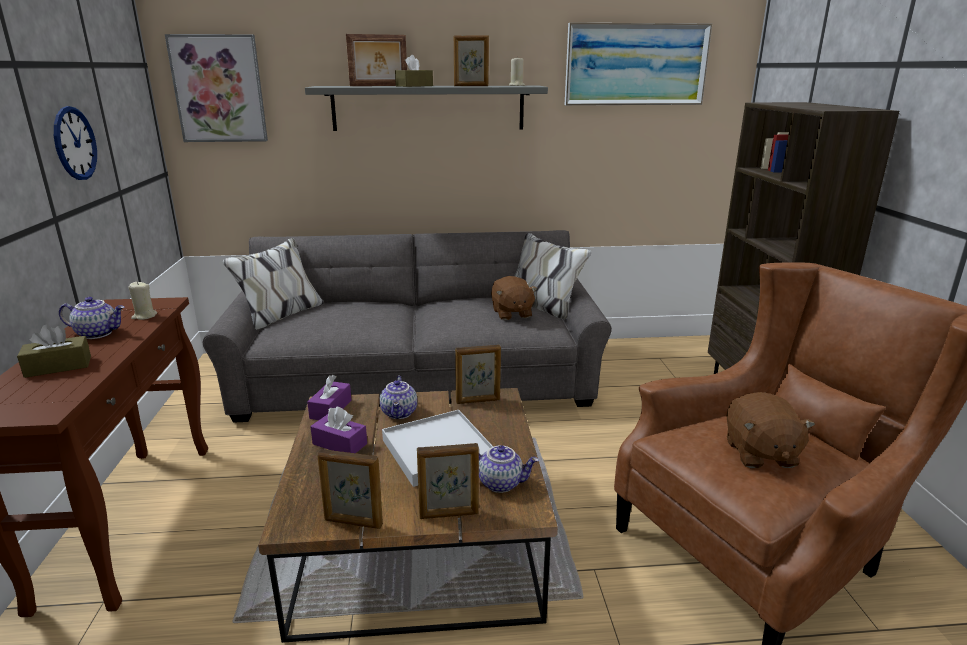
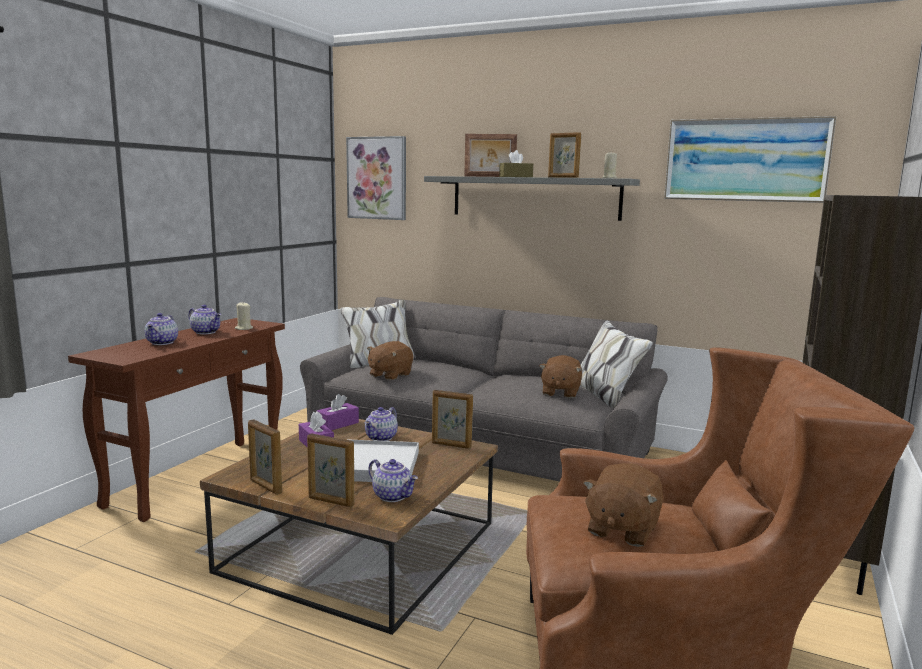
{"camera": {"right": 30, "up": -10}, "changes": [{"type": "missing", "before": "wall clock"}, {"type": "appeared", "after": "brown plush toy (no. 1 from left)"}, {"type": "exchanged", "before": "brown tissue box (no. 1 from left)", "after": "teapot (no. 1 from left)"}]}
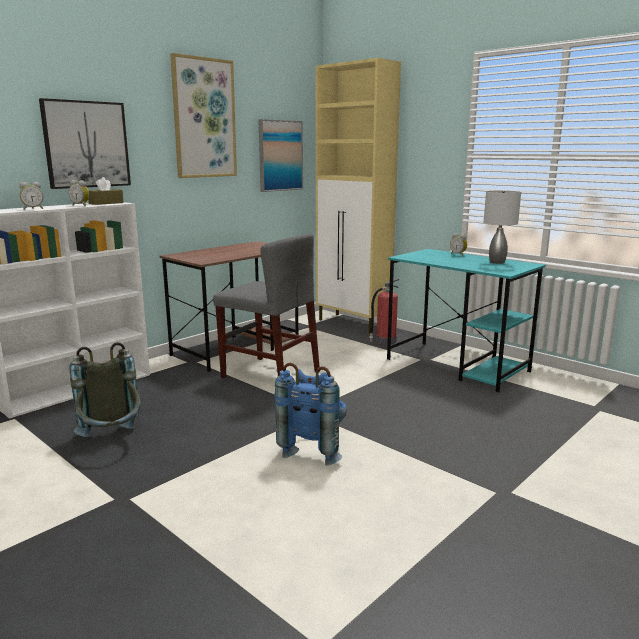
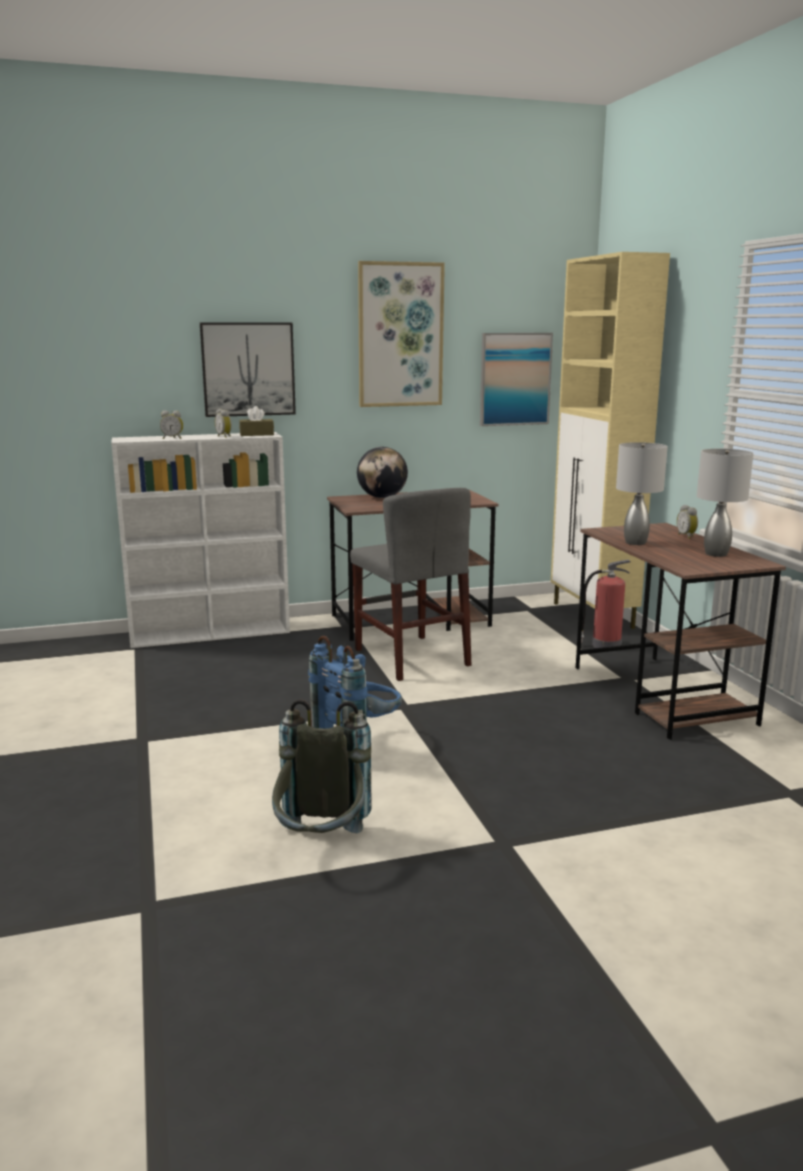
{"camera": {"right": 30, "up": 0}, "changes": [{"type": "appeared", "after": "globe"}, {"type": "appeared", "after": "grey table lamp (no. 1 from left)"}, {"type": "relocated", "before": "grey backpack"}, {"type": "colour", "before": "turquoise desk", "after": "brown desk (no. 2 from left)"}]}
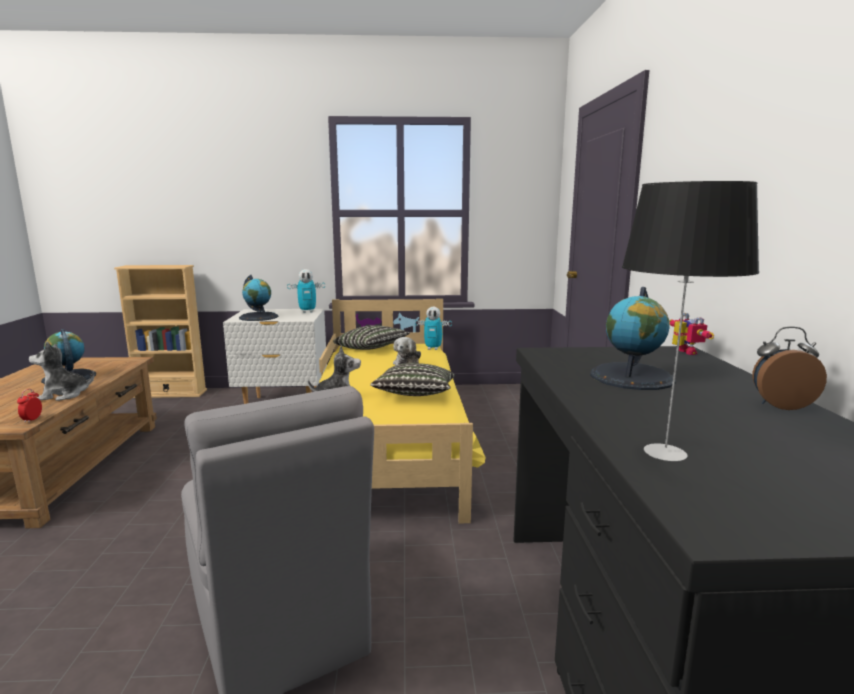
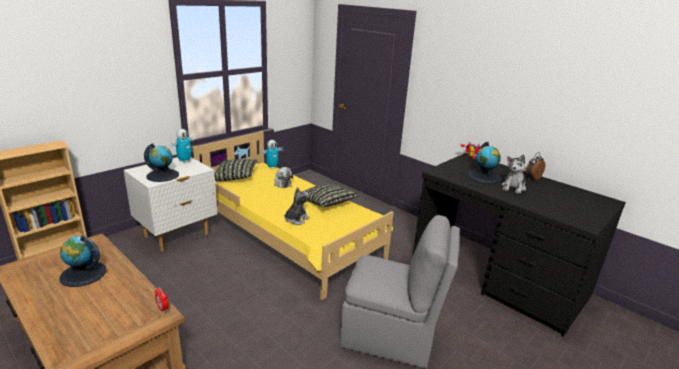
{"camera": {"right": -45, "up": 10}, "changes": [{"type": "missing", "before": "table lamp"}, {"type": "relocated", "before": "plush toy (no. 1 from left in the first image)", "after": "plush toy (no. 3 from left)"}]}
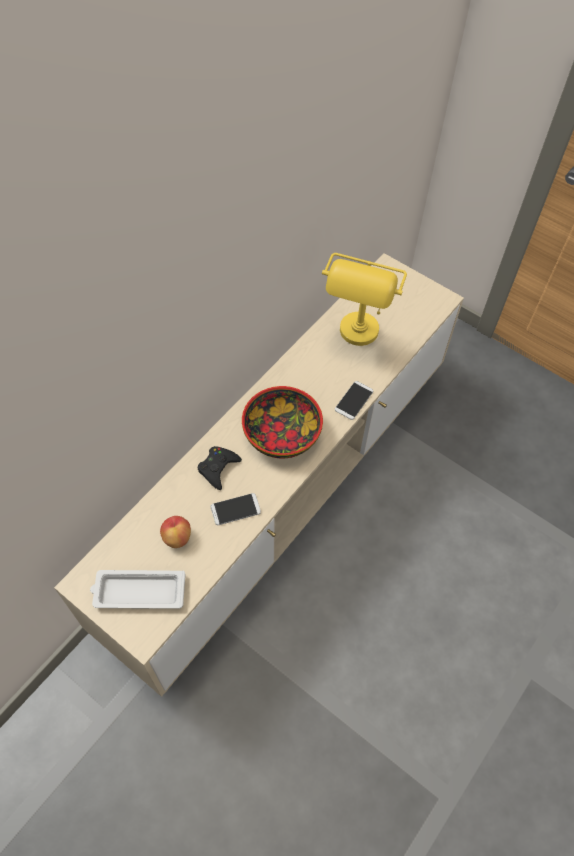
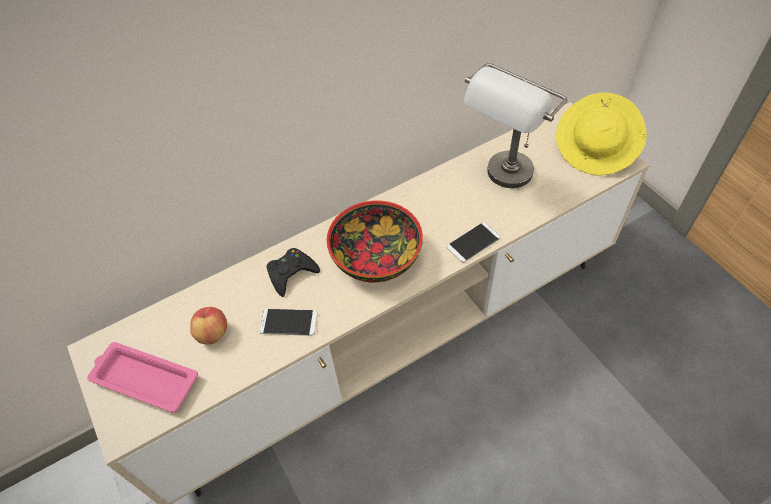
{"camera": {"right": 25, "up": -5}, "changes": [{"type": "appeared", "after": "yellow hat"}, {"type": "colour", "before": "white tray", "after": "pink tray"}, {"type": "colour", "before": "yellow table lamp", "after": "grey table lamp"}]}
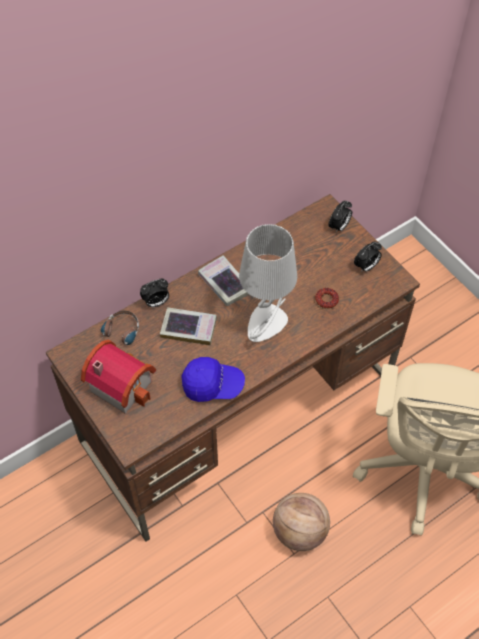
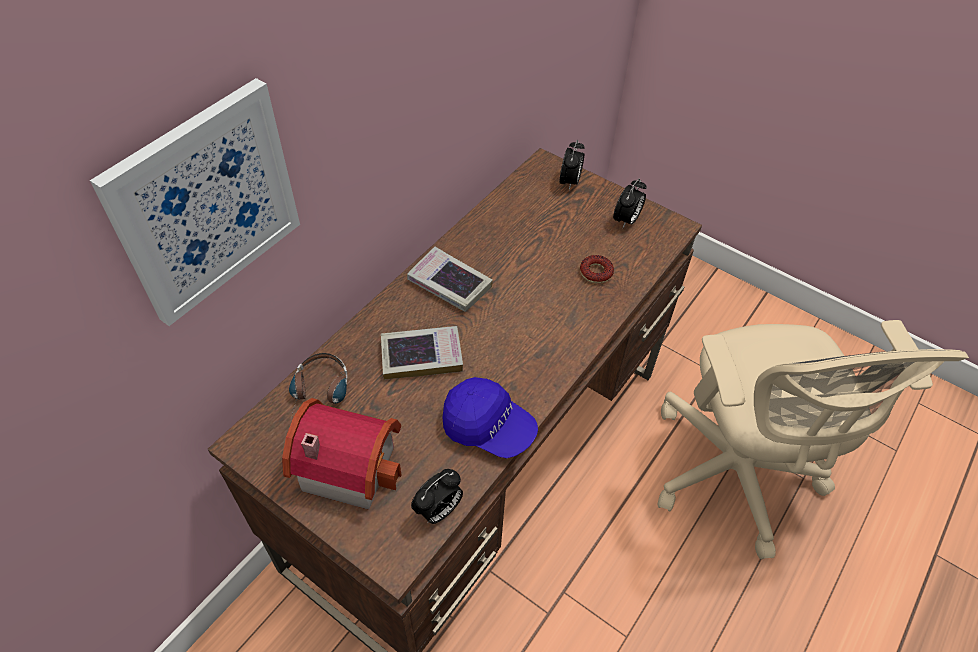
{"camera": {"right": -20, "up": -5}, "changes": [{"type": "missing", "before": "grey table lamp"}, {"type": "missing", "before": "basketball"}, {"type": "appeared", "after": "picture"}, {"type": "relocated", "before": "alarm clock (no. 1 from left)"}, {"type": "spun", "before": "blue cap", "turn": 45}]}
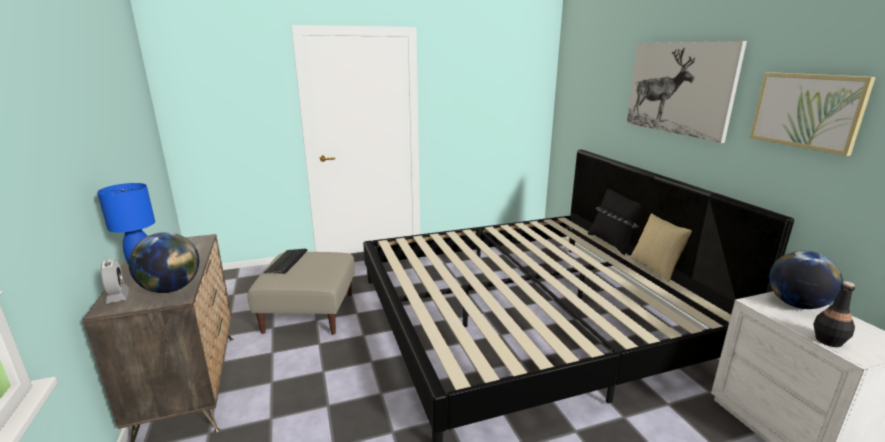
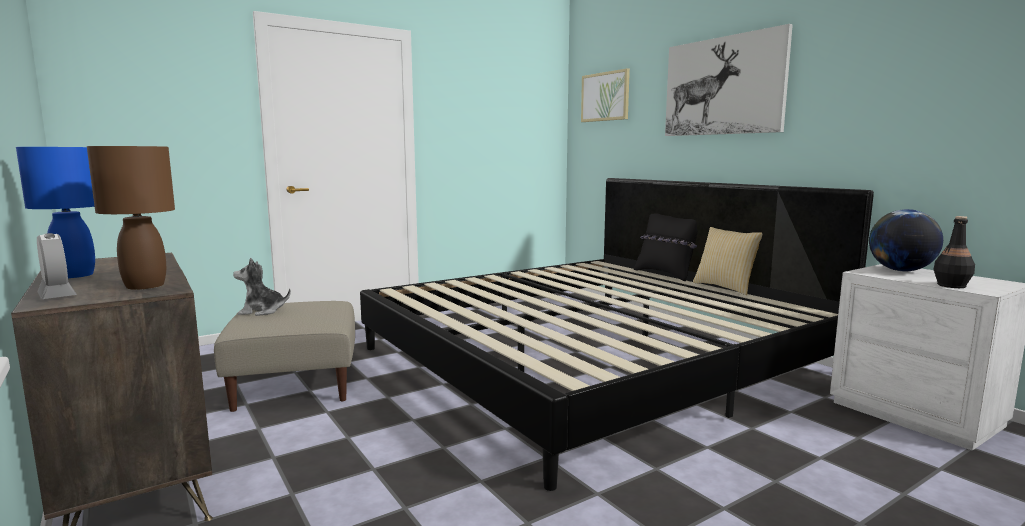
{"camera": {"right": -15, "up": -10}, "changes": [{"type": "relocated", "before": "picture (no. 2 from left in the first image)", "after": "picture (no. 1 from left)"}, {"type": "exchanged", "before": "globe (no. 1 from left)", "after": "brown table lamp"}, {"type": "exchanged", "before": "keyboard", "after": "plush toy"}]}
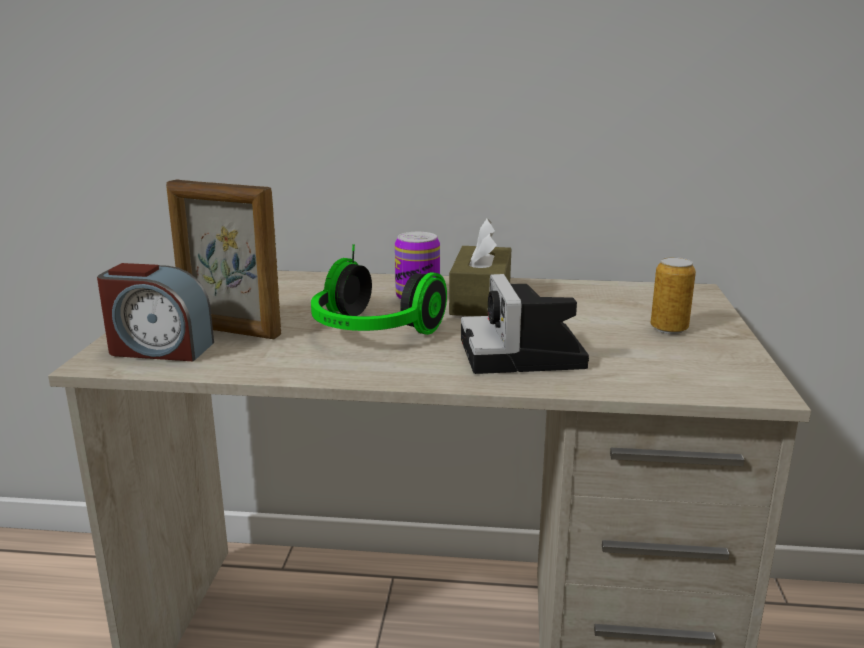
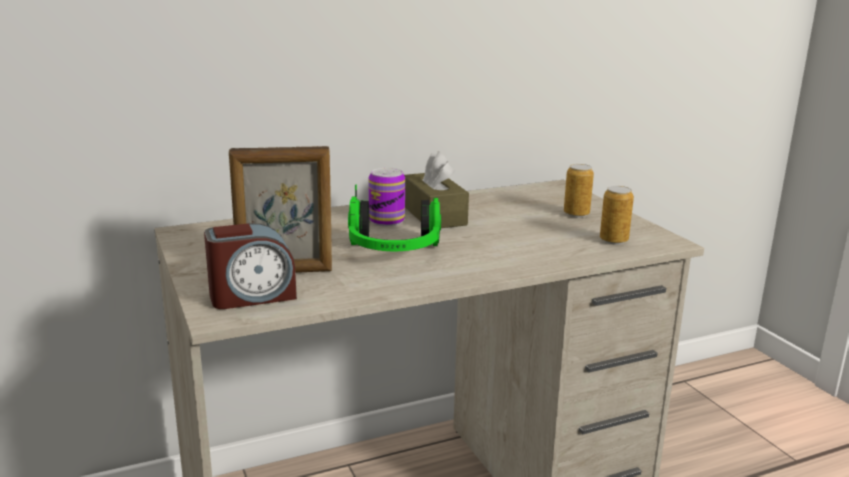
{"camera": {"right": -30, "up": 0}, "changes": [{"type": "missing", "before": "photo camera"}, {"type": "appeared", "after": "can (no. 3 from left)"}]}
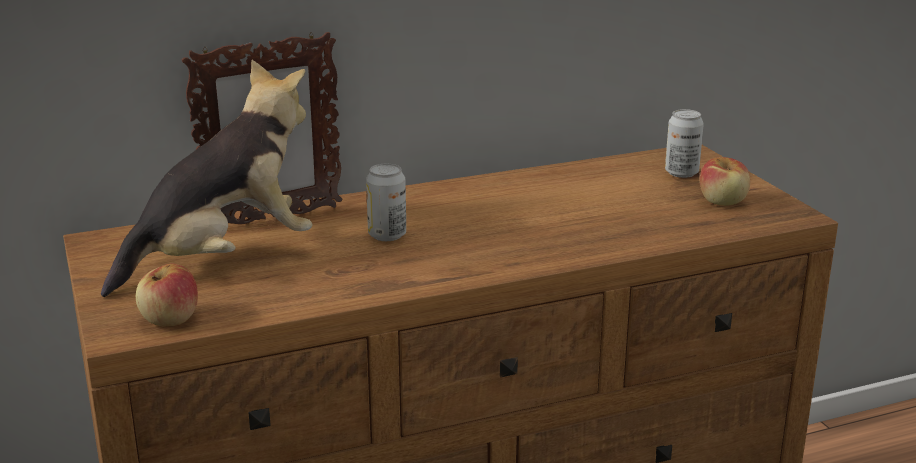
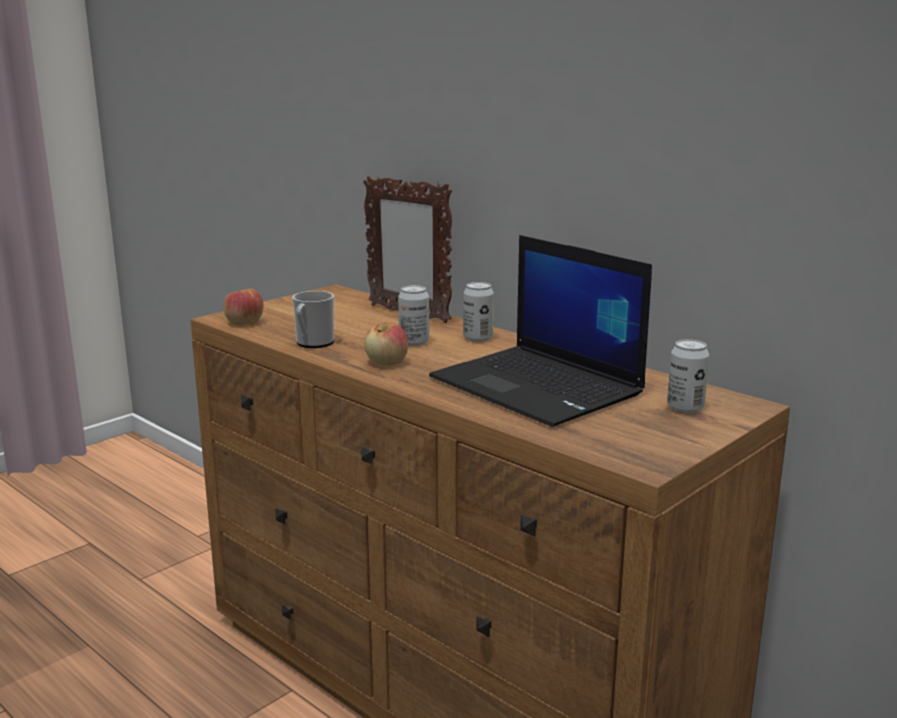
{"camera": {"right": 65, "up": -5}, "changes": [{"type": "missing", "before": "plush toy"}, {"type": "appeared", "after": "mug"}, {"type": "appeared", "after": "laptop"}, {"type": "appeared", "after": "can (no. 2 from left)"}, {"type": "relocated", "before": "apple (no. 2 from left)"}]}
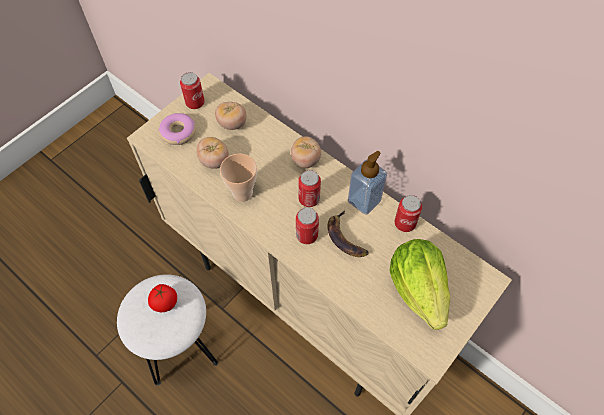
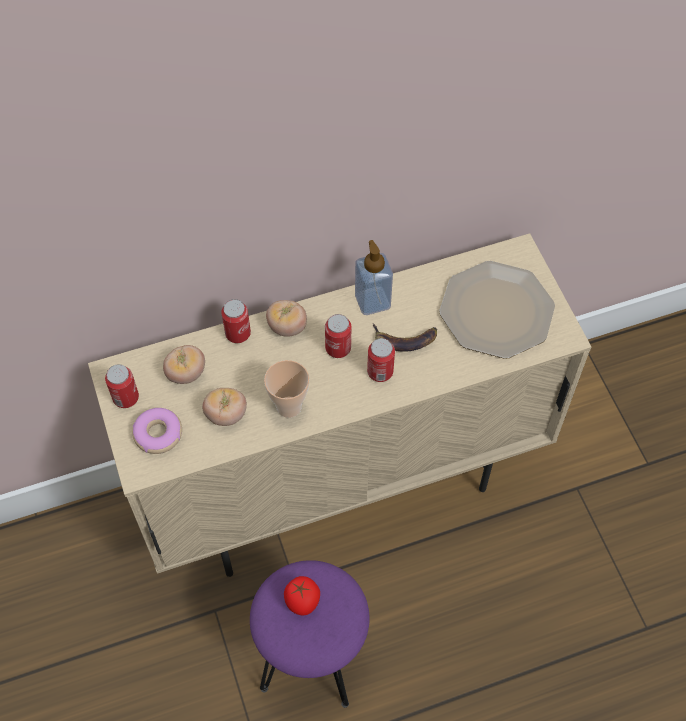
{"camera": {"right": -60, "up": 0}, "changes": [{"type": "relocated", "before": "can (no. 4 from left in the first image)", "after": "can (no. 2 from left)"}, {"type": "exchanged", "before": "lettuce", "after": "plate"}, {"type": "colour", "before": "white stool", "after": "purple stool"}]}
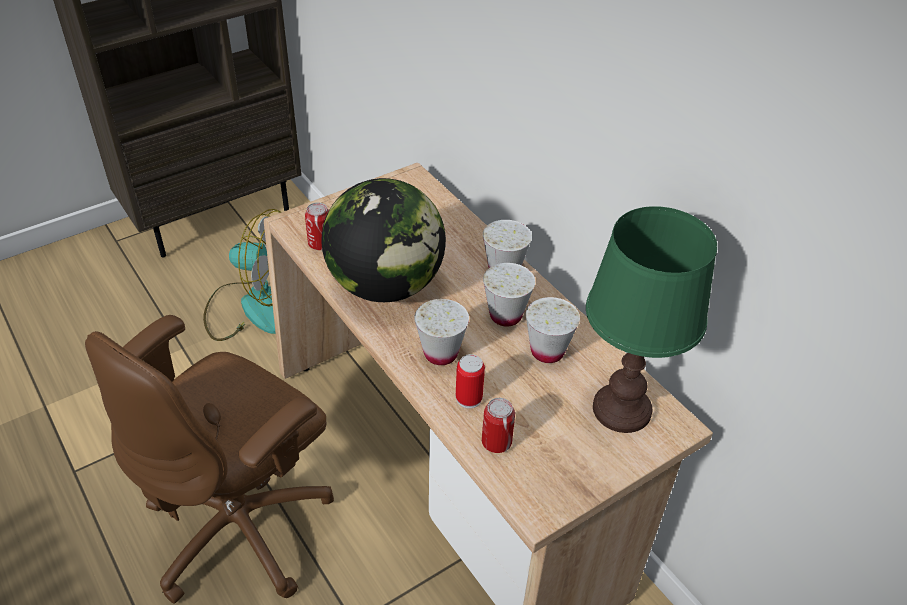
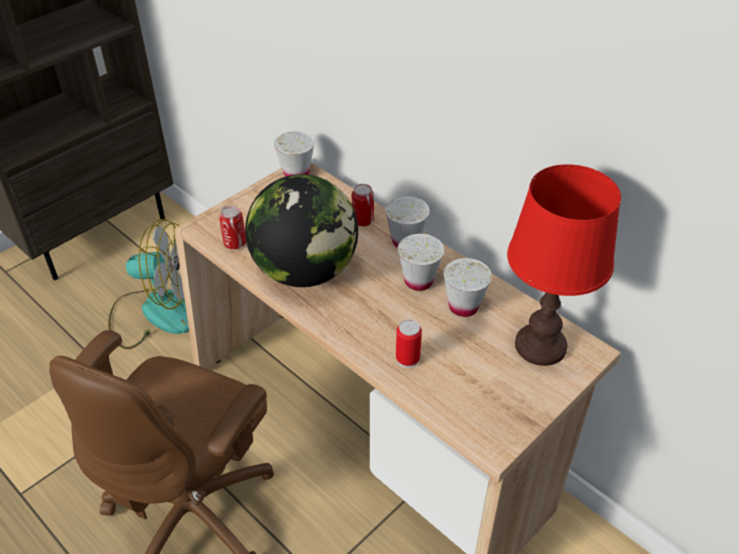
{"camera": {"right": -10, "up": 0}, "changes": [{"type": "relocated", "before": "white cup (no. 1 from left)"}, {"type": "relocated", "before": "can (no. 3 from left in the first image)", "after": "can (no. 2 from left)"}, {"type": "colour", "before": "green table lamp", "after": "red table lamp"}]}
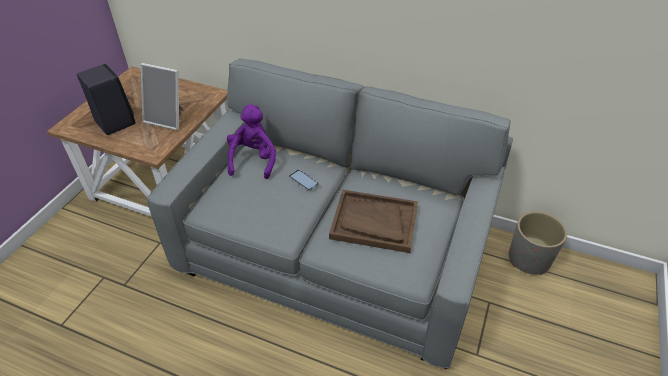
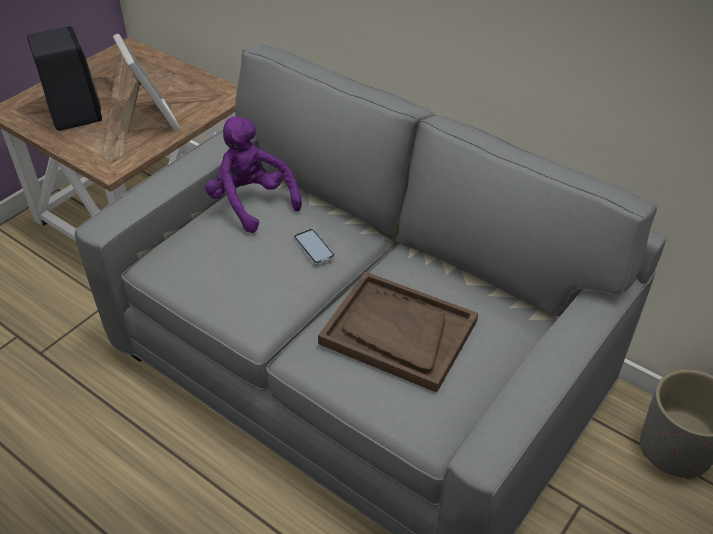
{"camera": {"right": 15, "up": 0}, "changes": [{"type": "spun", "before": "picture frame", "turn": -150}, {"type": "spun", "before": "purple plush toy", "turn": -60}]}
